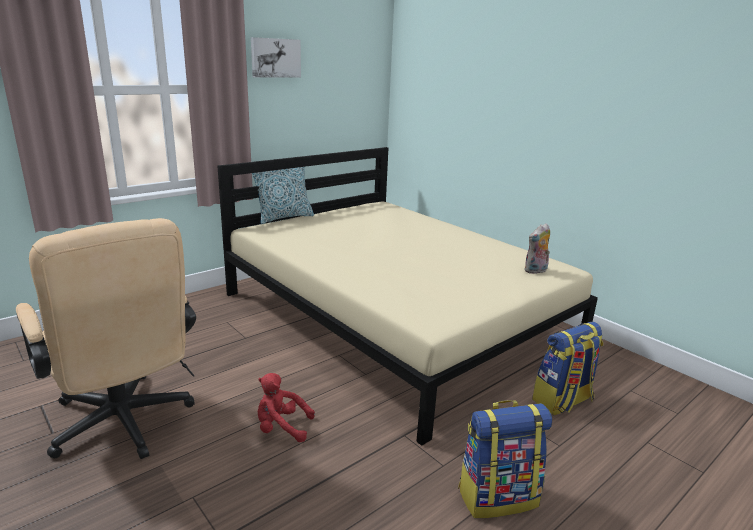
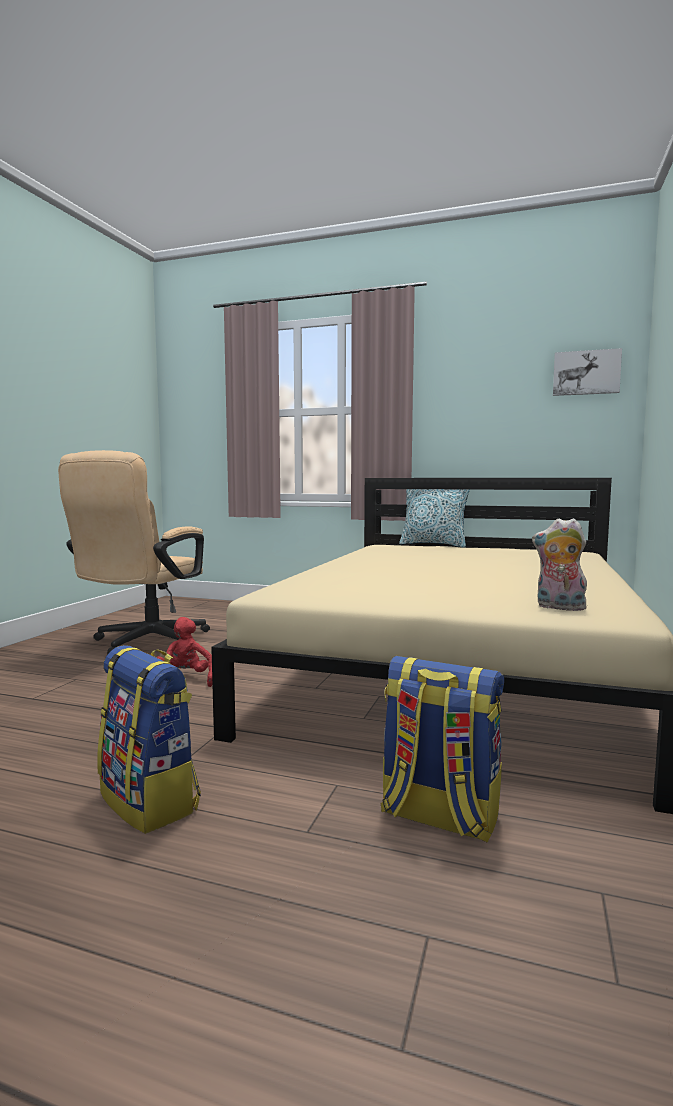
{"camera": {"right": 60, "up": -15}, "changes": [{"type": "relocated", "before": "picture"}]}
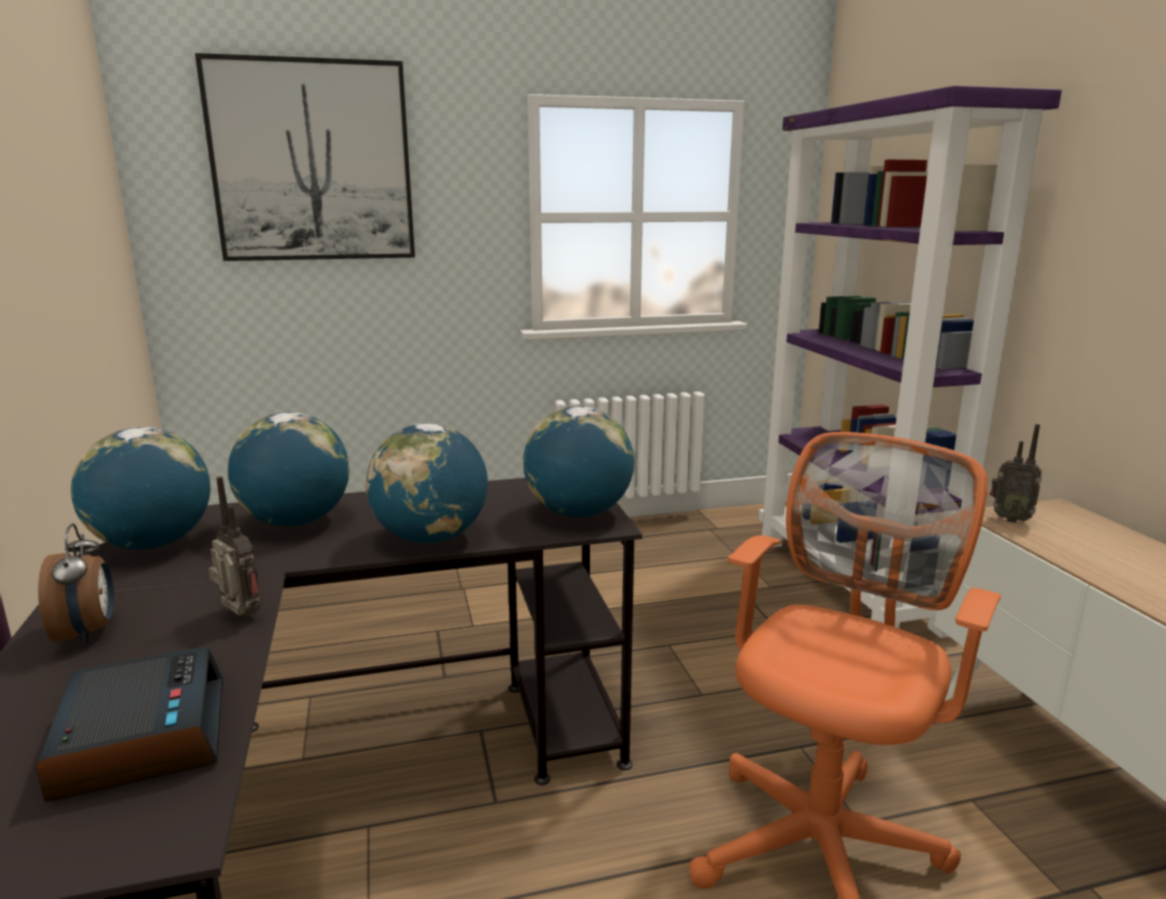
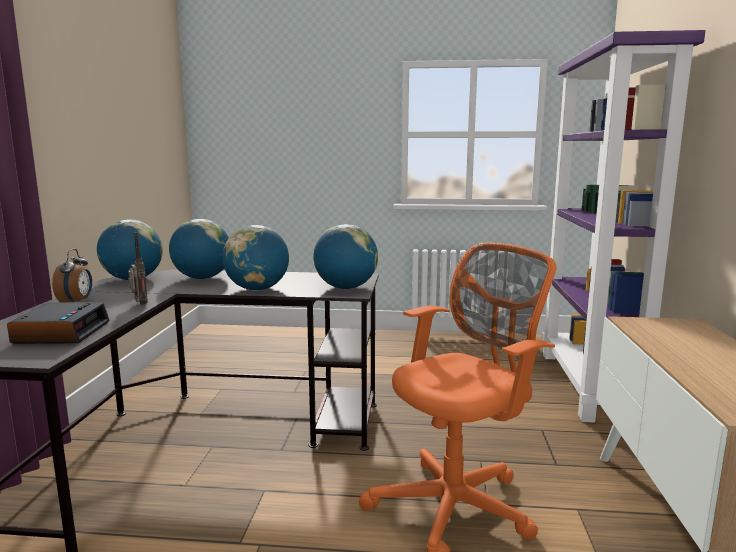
{"camera": {"right": 20, "up": -5}, "changes": [{"type": "missing", "before": "picture"}, {"type": "missing", "before": "radio (no. 2 from left)"}]}
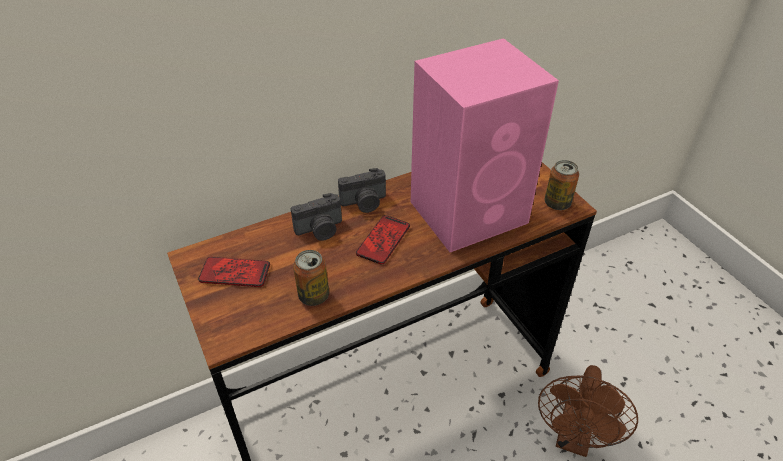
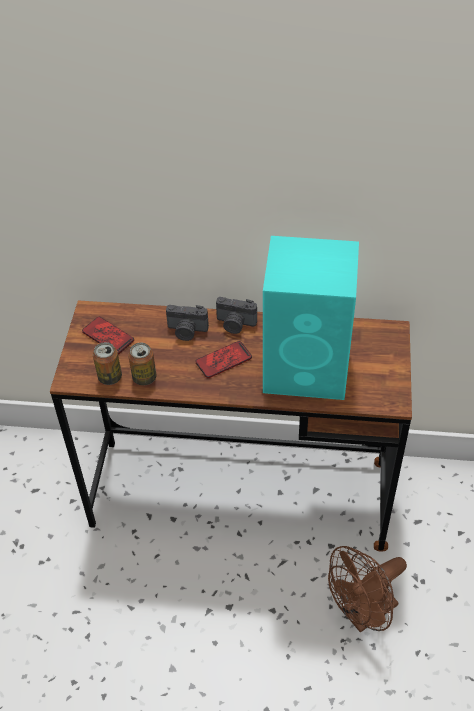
{"camera": {"right": 35, "up": 5}, "changes": [{"type": "relocated", "before": "can (no. 2 from left in the first image)", "after": "can (no. 1 from left)"}, {"type": "colour", "before": "pink speaker", "after": "turquoise speaker"}]}
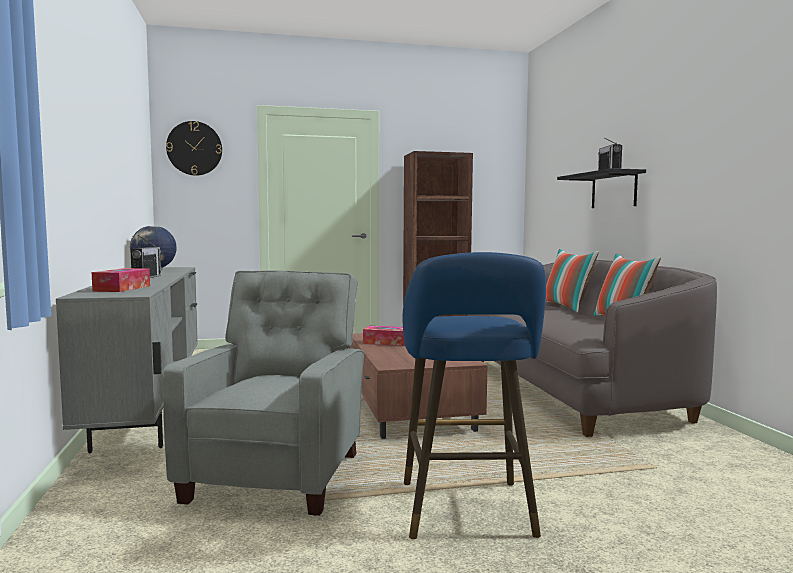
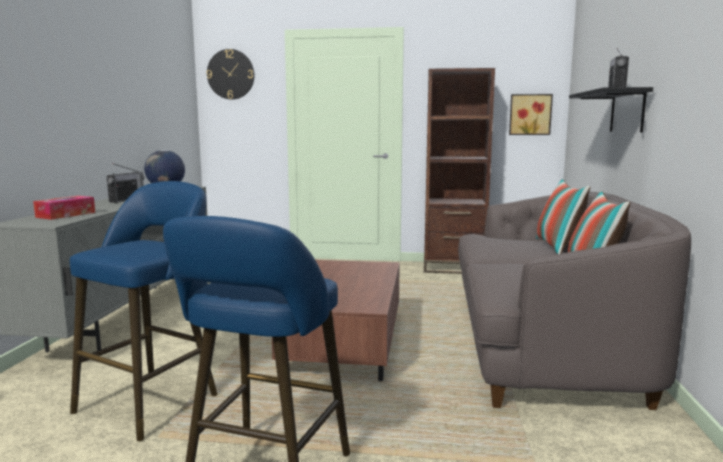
{"camera": {"right": 20, "up": 5}, "changes": [{"type": "missing", "before": "tissue box (no. 2 from left)"}, {"type": "appeared", "after": "picture"}, {"type": "exchanged", "before": "grey armchair", "after": "blue stool (no. 1 from left)"}]}
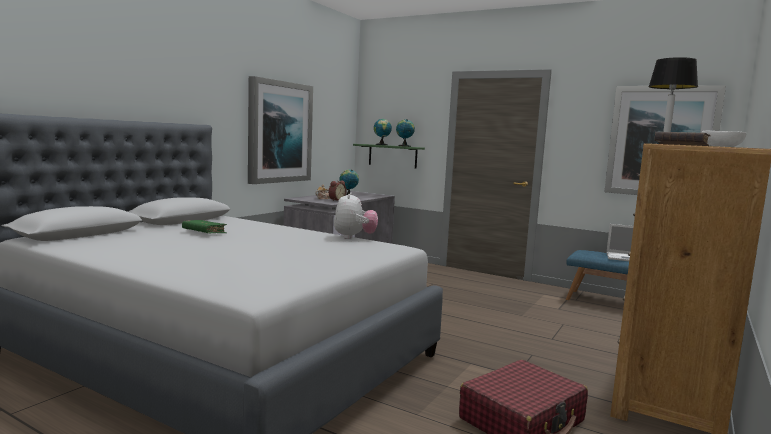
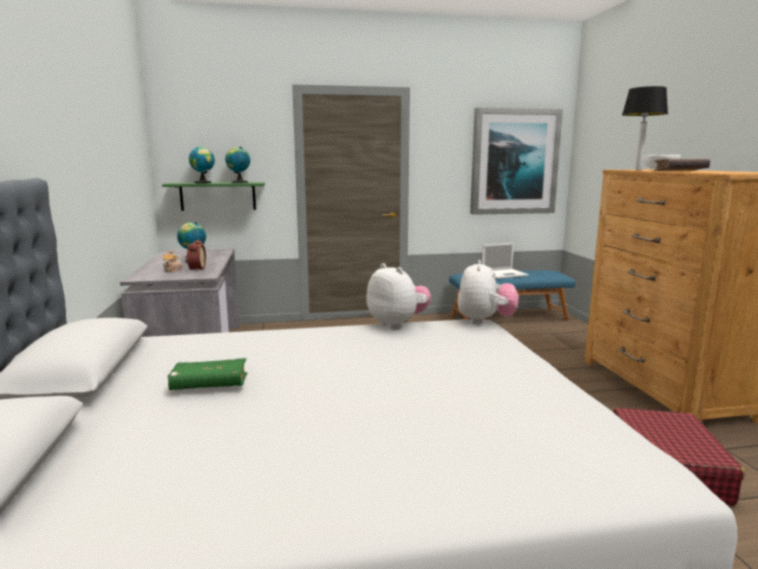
{"camera": {"right": -40, "up": 5}, "changes": [{"type": "missing", "before": "picture (no. 1 from left)"}, {"type": "appeared", "after": "plush toy (no. 2 from left)"}]}
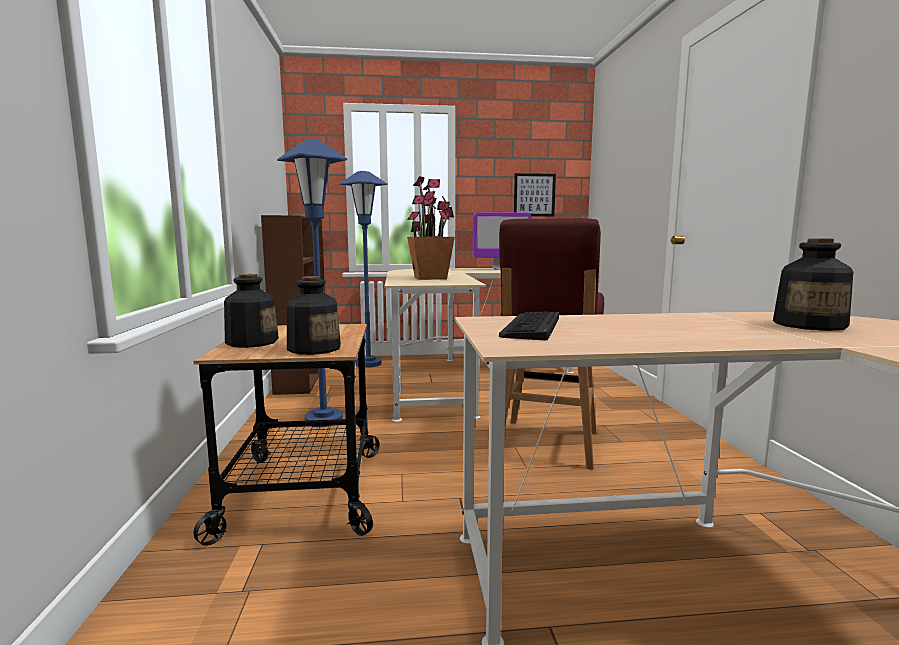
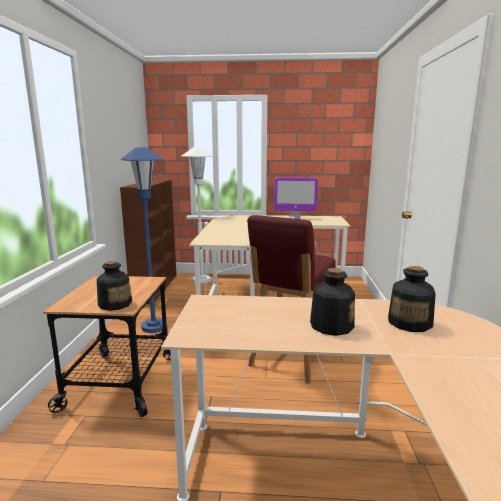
{"camera": {"right": 10, "up": 5}, "changes": [{"type": "missing", "before": "potted plant"}, {"type": "missing", "before": "keyboard"}, {"type": "missing", "before": "picture"}, {"type": "relocated", "before": "bottle (no. 1 from left in the first image)", "after": "bottle (no. 2 from left)"}, {"type": "colour", "before": "blue floor lamp (no. 2 from left)", "after": "white floor lamp"}]}
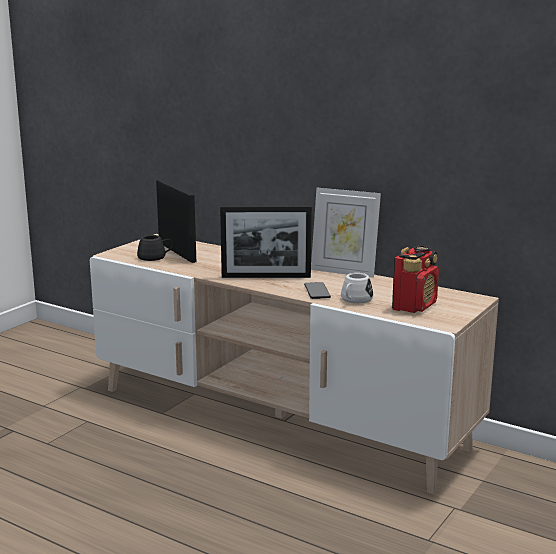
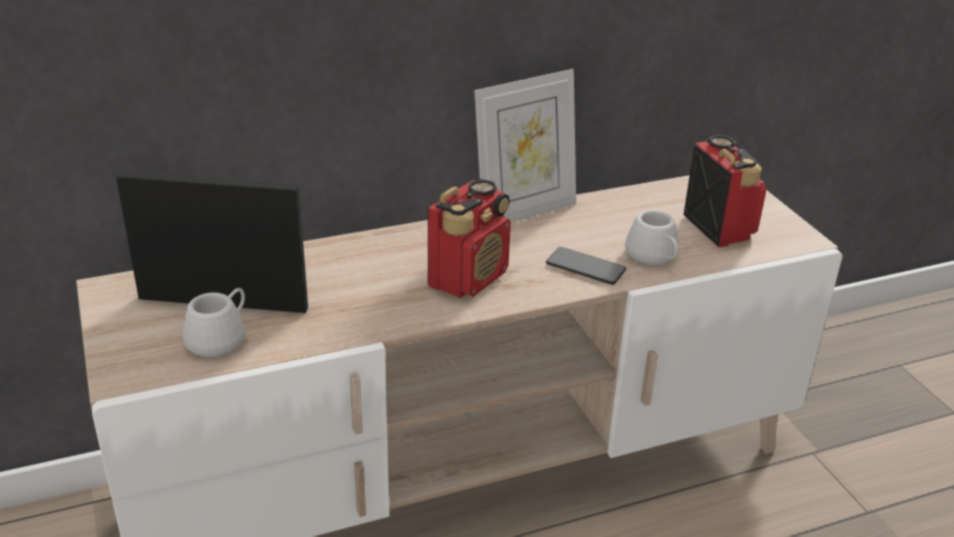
{"camera": {"right": -55, "up": 15}, "changes": [{"type": "exchanged", "before": "picture frame (no. 2 from left)", "after": "radio (no. 1 from left)"}, {"type": "colour", "before": "black mug", "after": "white mug (no. 1 from left)"}]}
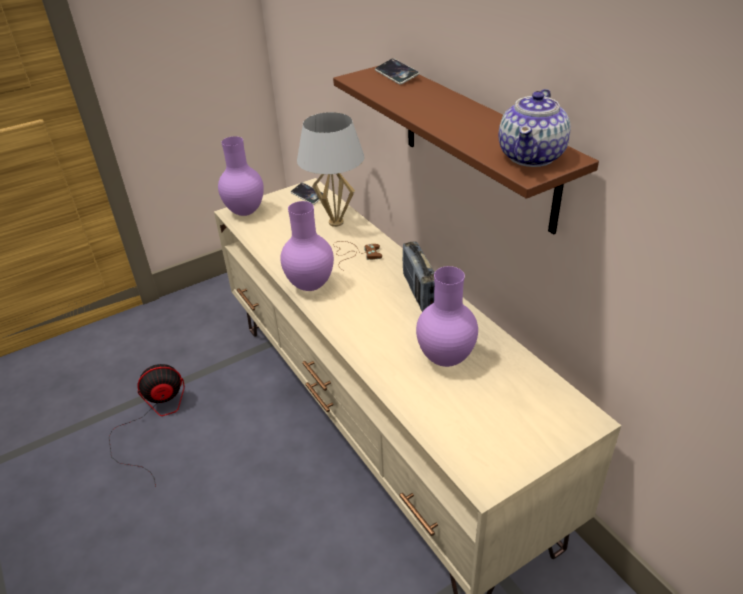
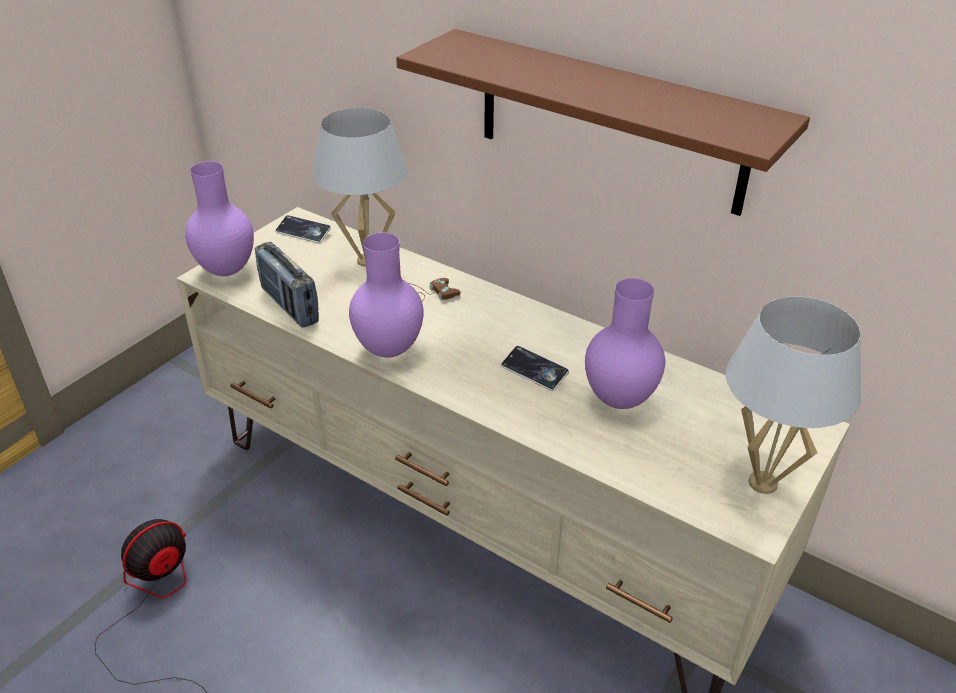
{"camera": {"right": -25, "up": 0}, "changes": [{"type": "missing", "before": "teapot"}, {"type": "appeared", "after": "white table lamp (no. 2 from left)"}, {"type": "relocated", "before": "phone (no. 2 from left)"}, {"type": "relocated", "before": "radio"}]}
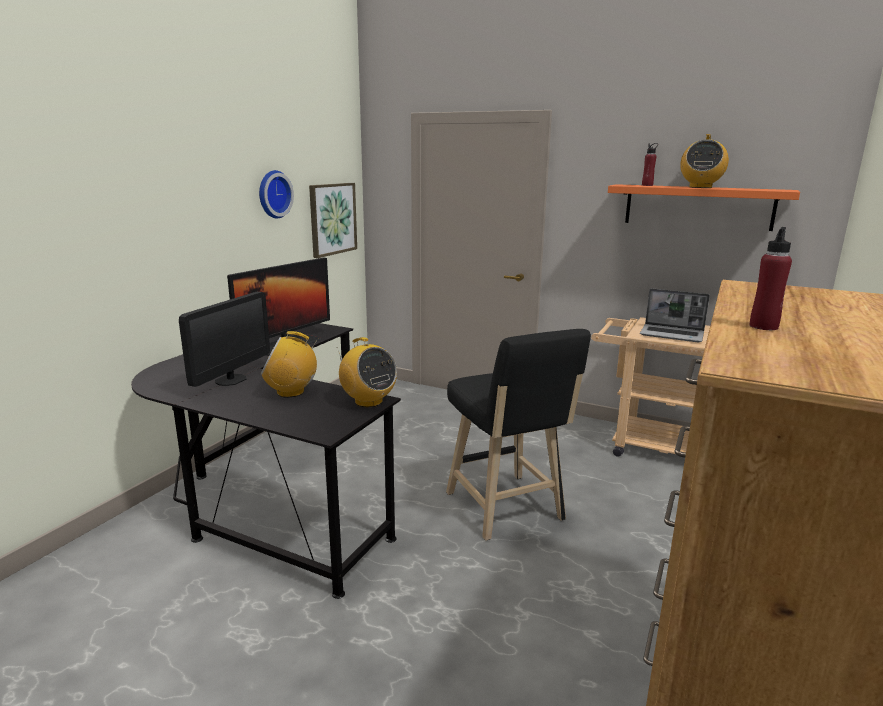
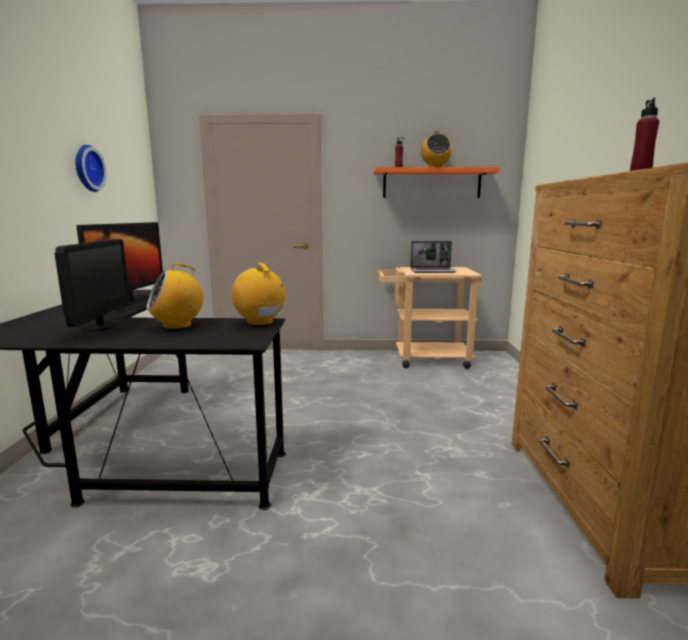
{"camera": {"right": -25, "up": -5}, "changes": [{"type": "missing", "before": "picture"}, {"type": "missing", "before": "black stool"}, {"type": "spun", "before": "radio (no. 2 from left)", "turn": -150}]}
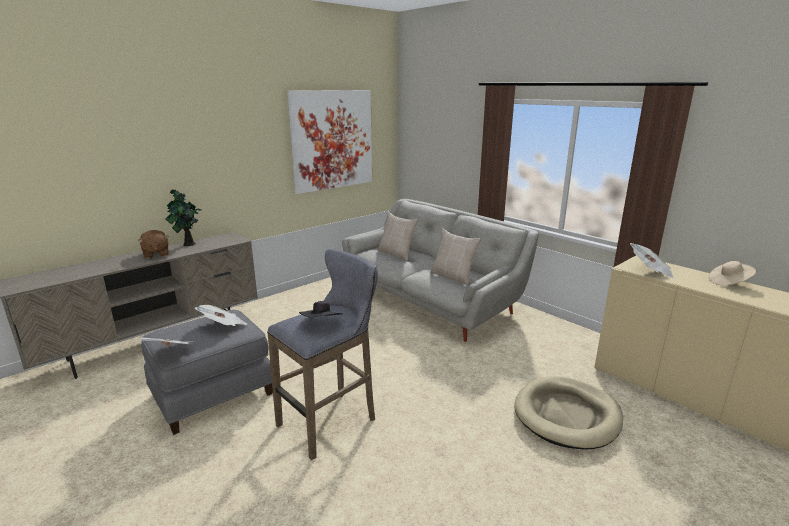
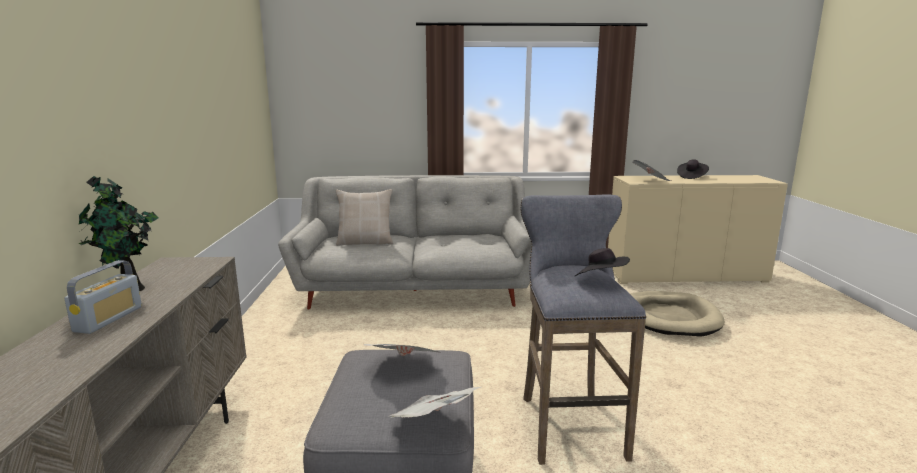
{"camera": {"right": -50, "up": -5}, "changes": [{"type": "missing", "before": "picture"}, {"type": "missing", "before": "beige pillow (no. 2 from left)"}, {"type": "exchanged", "before": "brown plush toy", "after": "radio"}, {"type": "colour", "before": "beige hat", "after": "black hat (no. 2 from left)"}]}
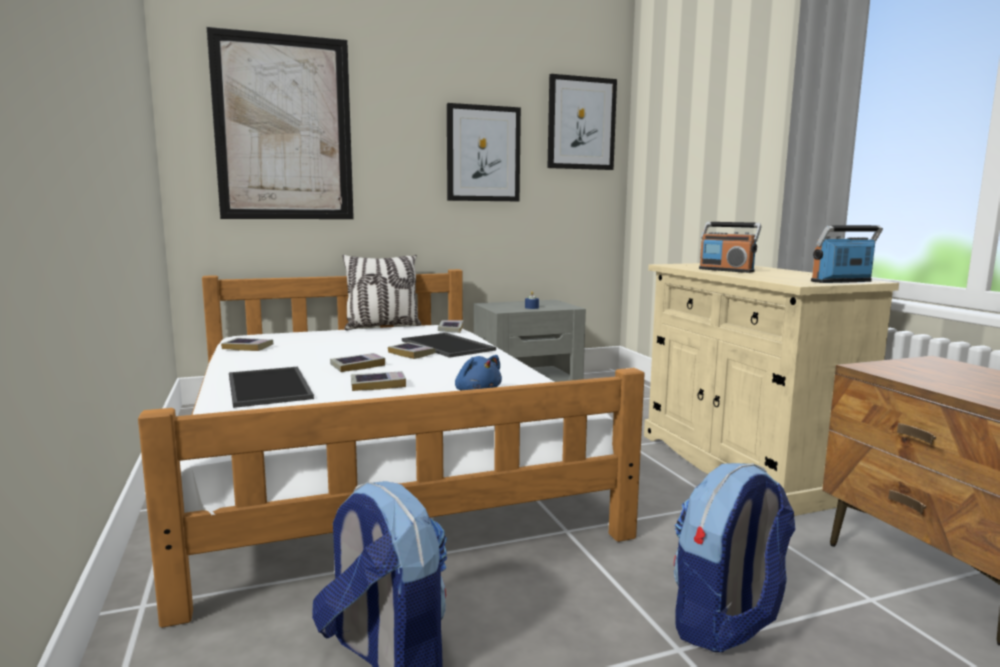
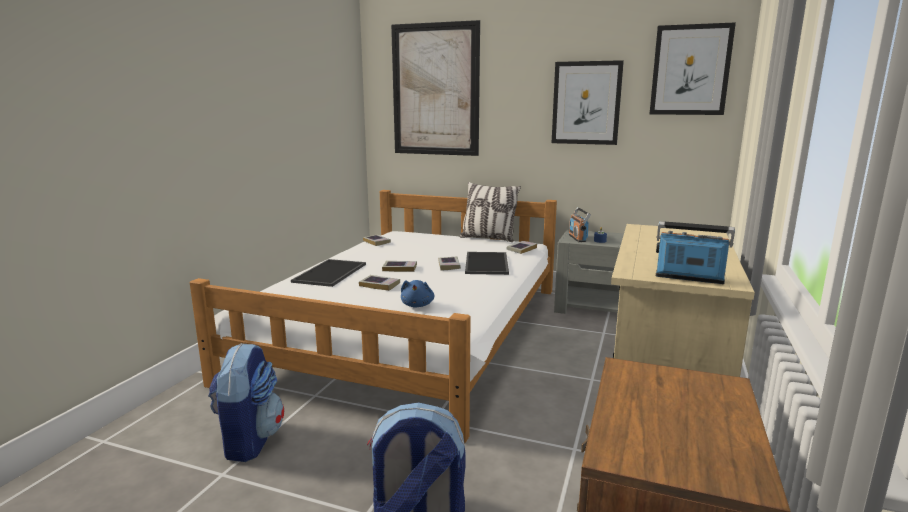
{"camera": {"right": 40, "up": 5}, "changes": [{"type": "relocated", "before": "radio (no. 1 from left)"}]}
